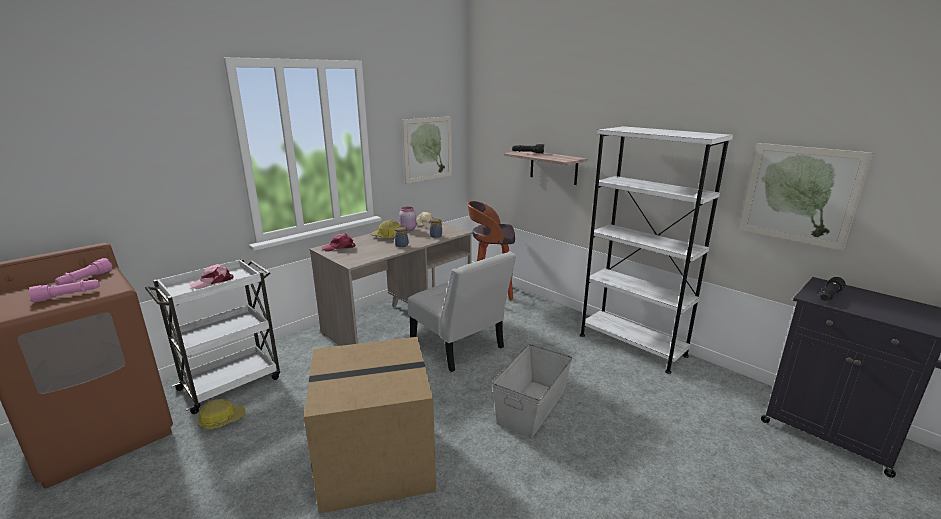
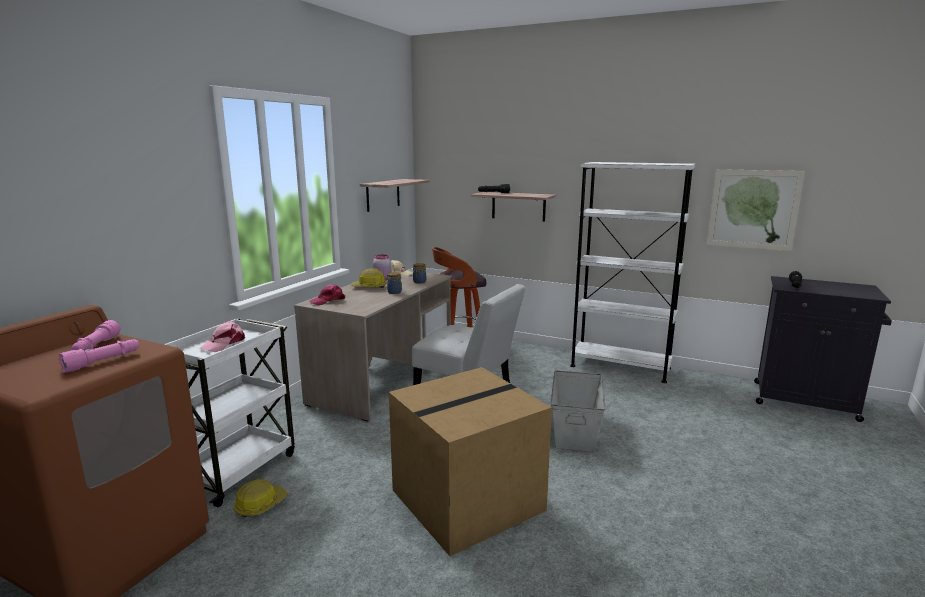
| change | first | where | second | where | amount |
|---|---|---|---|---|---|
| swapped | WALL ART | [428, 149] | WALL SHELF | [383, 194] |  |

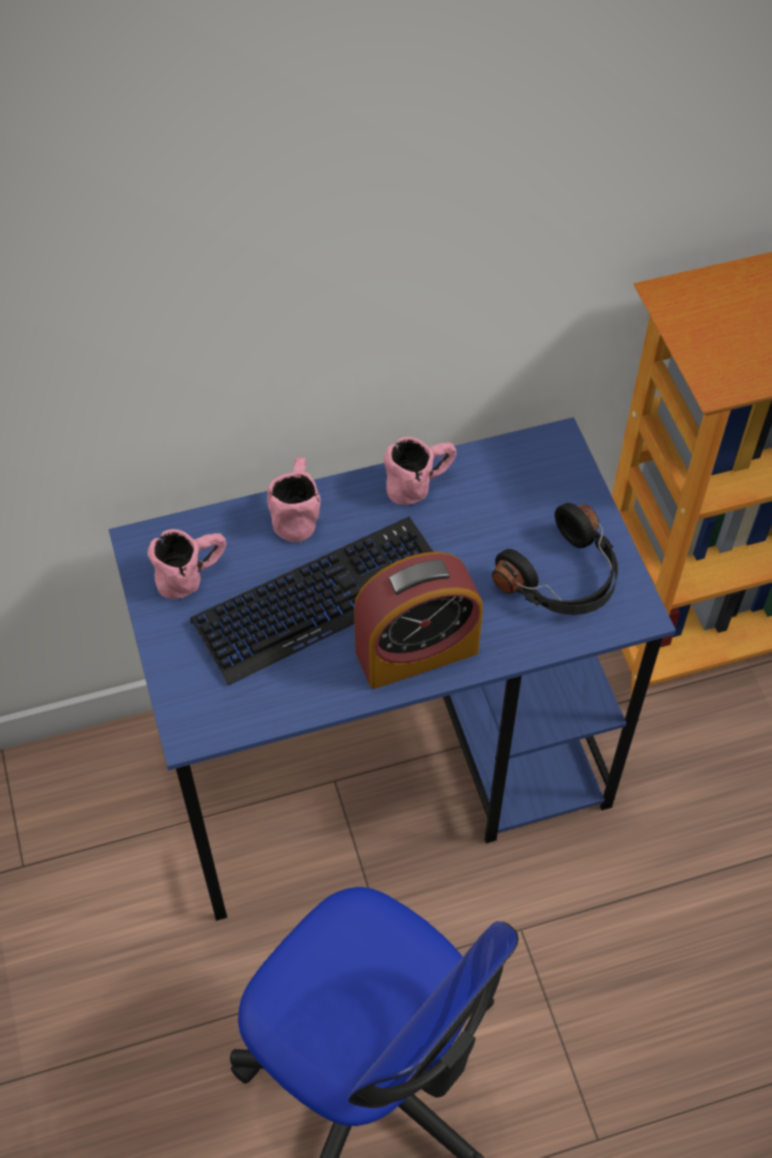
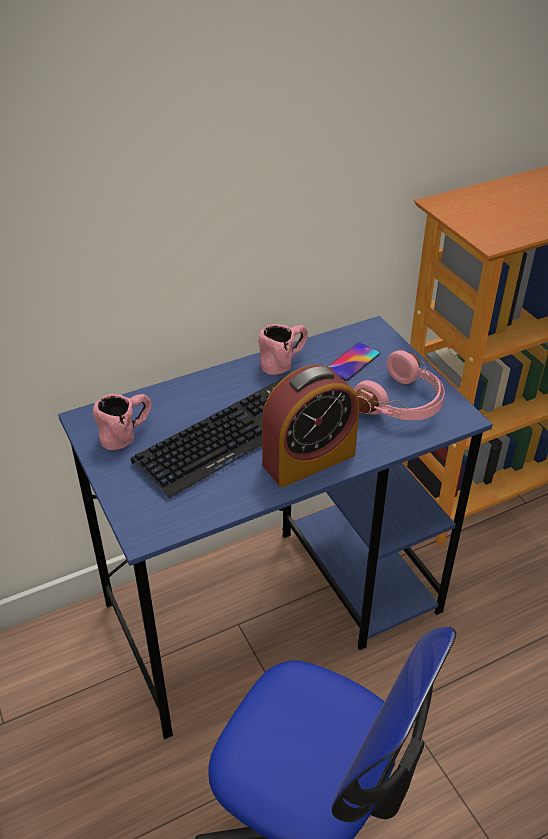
| change | first | where | second | where | amount |
|---|---|---|---|---|---|
| gone | PINK TEA MUG | [296, 511] |  |  |  |
| repainted | BLACKISH PAIR OF HEADPHONES | [563, 579] | PINK PAIR OF HEADPHONES | [402, 404] |  |
| new |  |  | TELEPHONE | [352, 362] |  |

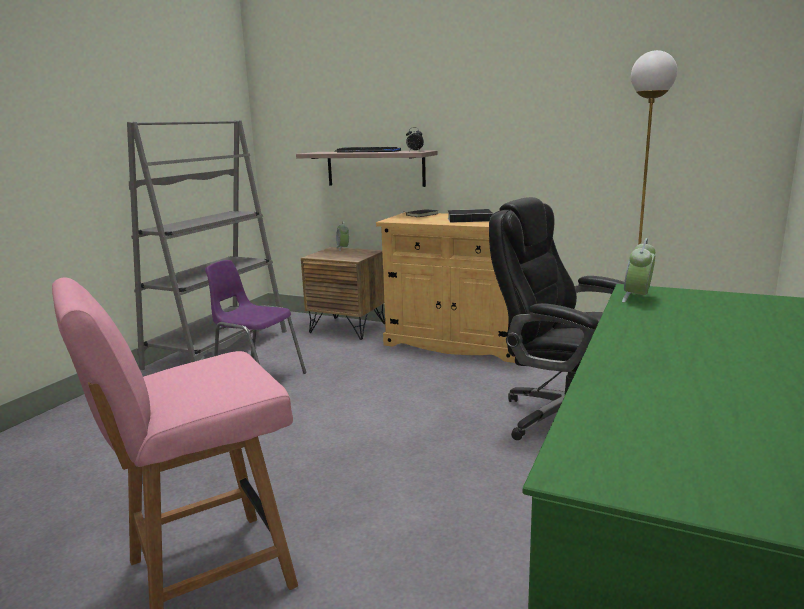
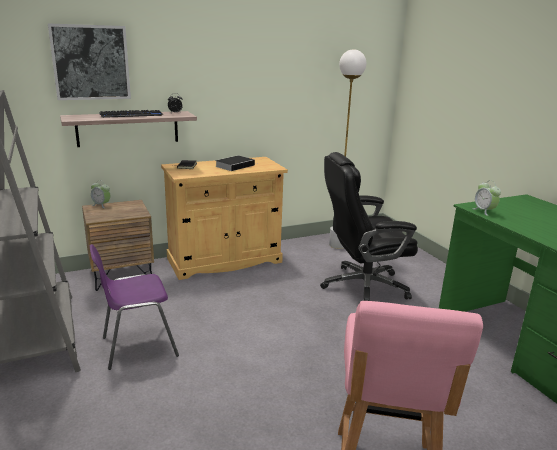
| change | first | where | second | where | amount |
|---|---|---|---|---|---|
| new |  |  | WALL ART | [91, 62] |  |

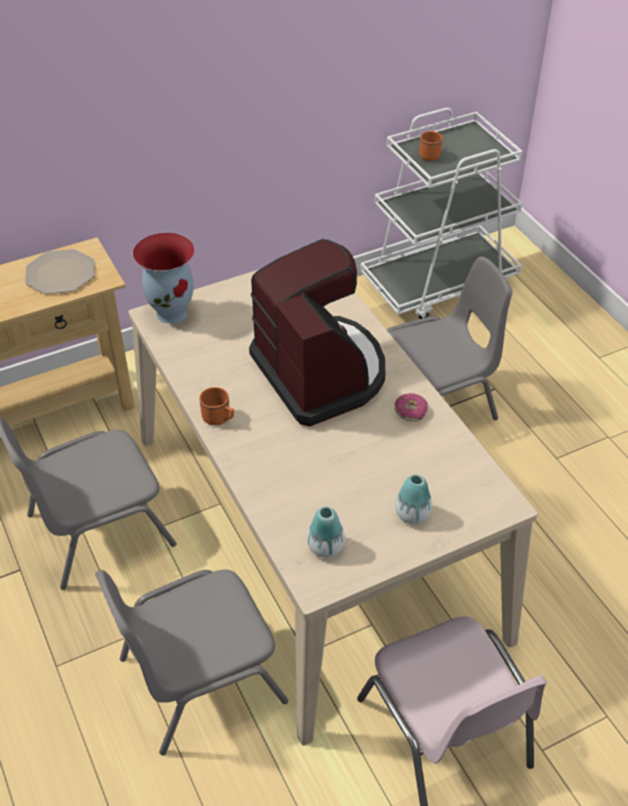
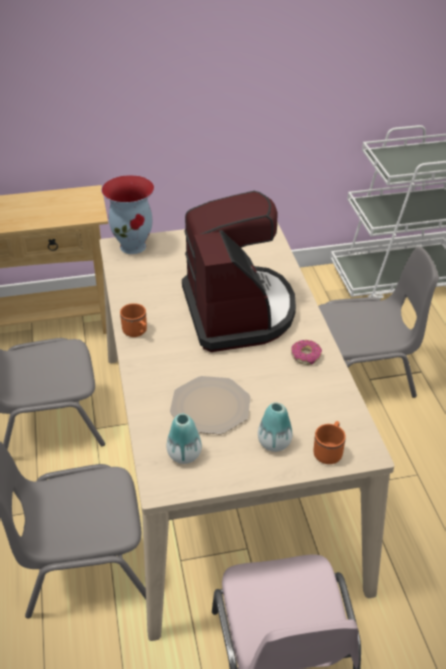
| change | first | where | second | where | amount |
|---|---|---|---|---|---|
| shifted | ORANGE-COLOURED TEA MUG | [430, 154] |  | [329, 451] |  |
| shifted | PLATE | [61, 273] |  | [211, 406] |  |

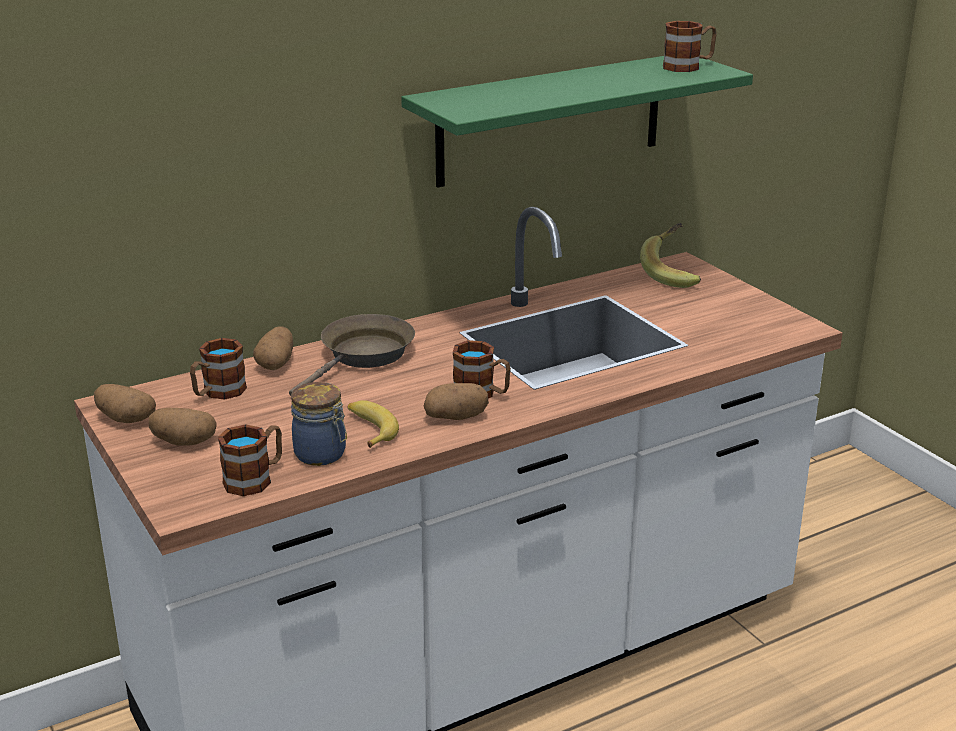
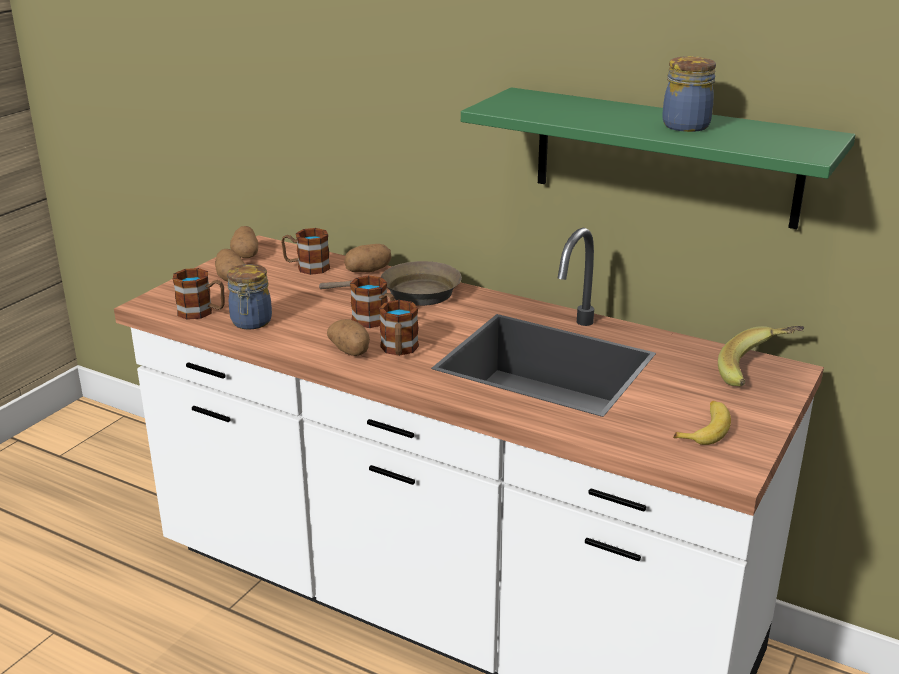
| change | first | where | second | where | amount |
|---|---|---|---|---|---|
| shifted | TEA MUG | [688, 66] |  | [375, 322] |  |
| shifted | BANANA FRUIT | [369, 429] |  | [704, 429] |  |
| new |  |  | STORAGE JAR | [684, 125] |  |

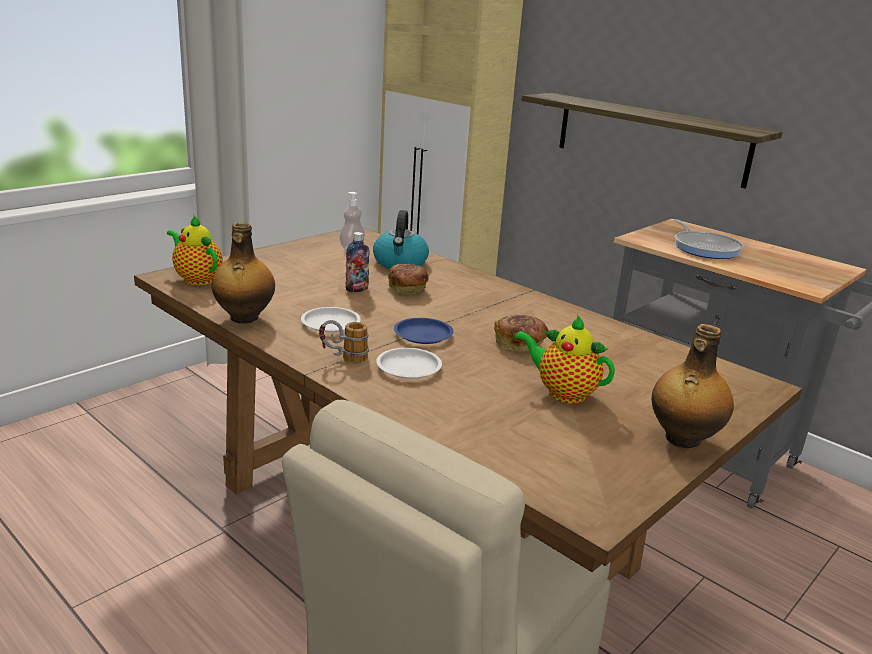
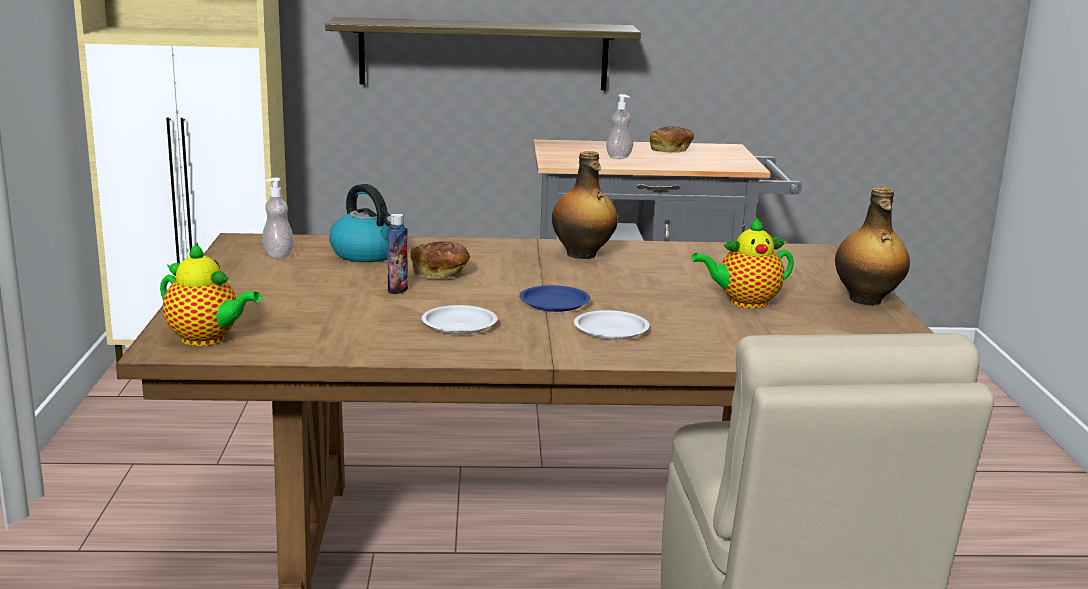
| change | first | where | second | where | amount |
|---|---|---|---|---|---|
| rotated | TEAPOT | [196, 279] |  | [207, 339] | 150 degrees counterclockwise |
| swapped | PAN | [704, 248] | LIQUID SOAP BOTTLE | [619, 157] |  |
| shifted | BEVERAGE BOTTLE | [244, 318] |  | [582, 255] |  |
| shifted | BREAD | [520, 345] |  | [671, 150] |  |
| gone | TEA MUG | [343, 358] |  |  |  |

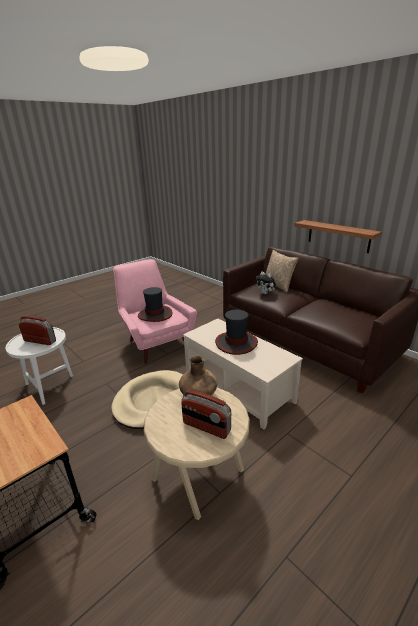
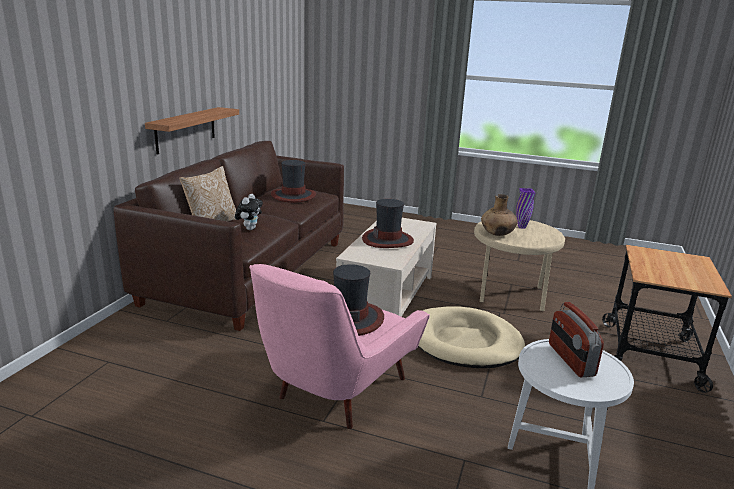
| change | first | where | second | where | amount |
|---|---|---|---|---|---|
| swapped | RADIO | [206, 427] | PURPLE-COLOURED VASE | [521, 227] |  |
| new |  |  | WEARABLE HAT | [293, 196] |  |

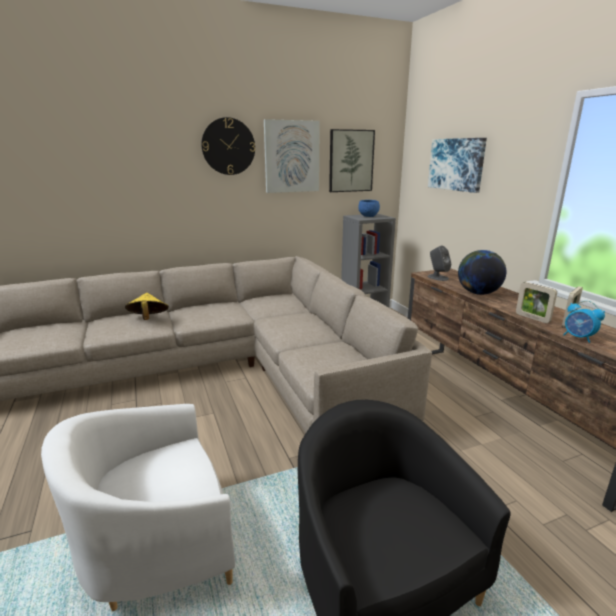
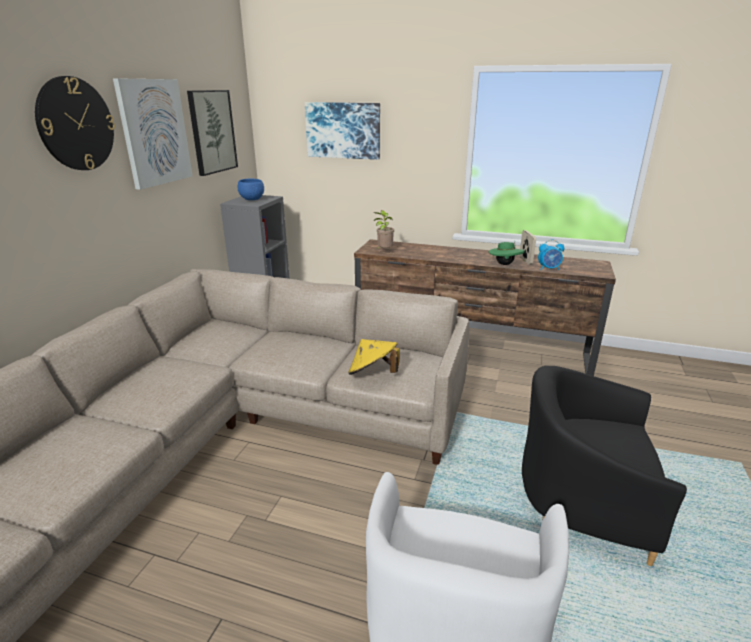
| change | first | where | second | where | amount |
|---|---|---|---|---|---|
| swapped | GRAY AUDIO SPEAKER | [437, 277] | HOUSEPLANT | [384, 251] |  |
| gone | DESK GLOBE | [478, 293] |  |  |  |
| swapped | STANDING FRAME | [532, 318] | GREEN-COLOURED WEARABLE HAT | [504, 264] |  |
| shifted | YELLOW-COLOURED WEARABLE HAT | [148, 319] |  | [373, 373] |  |

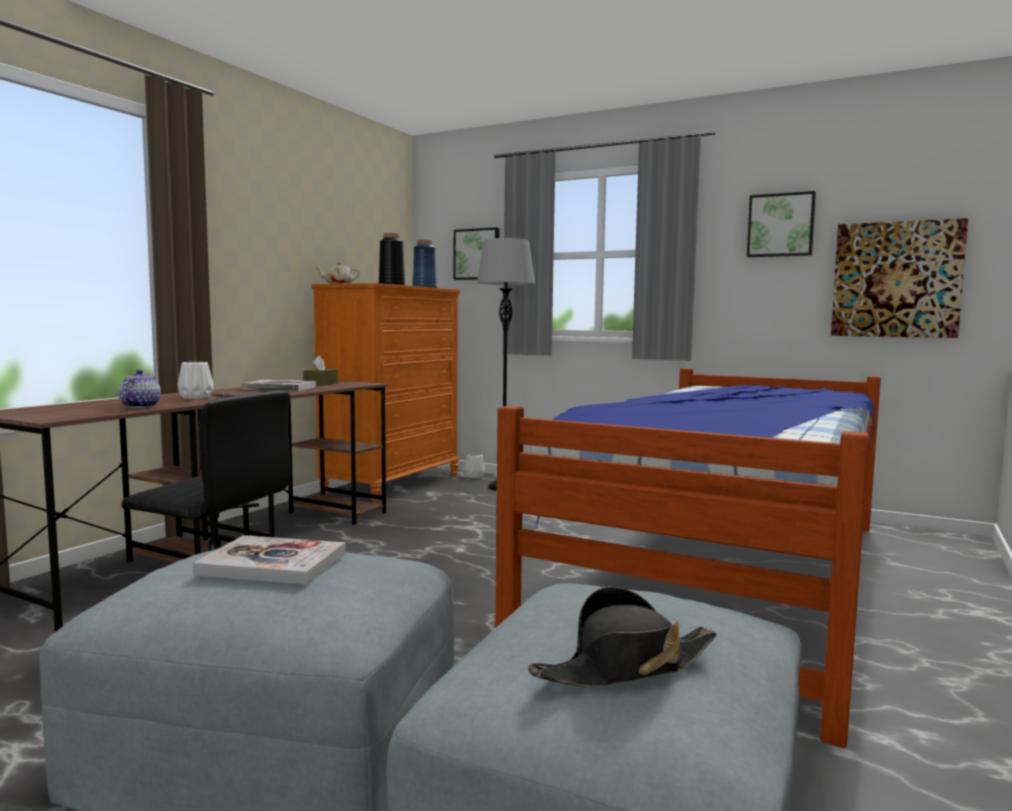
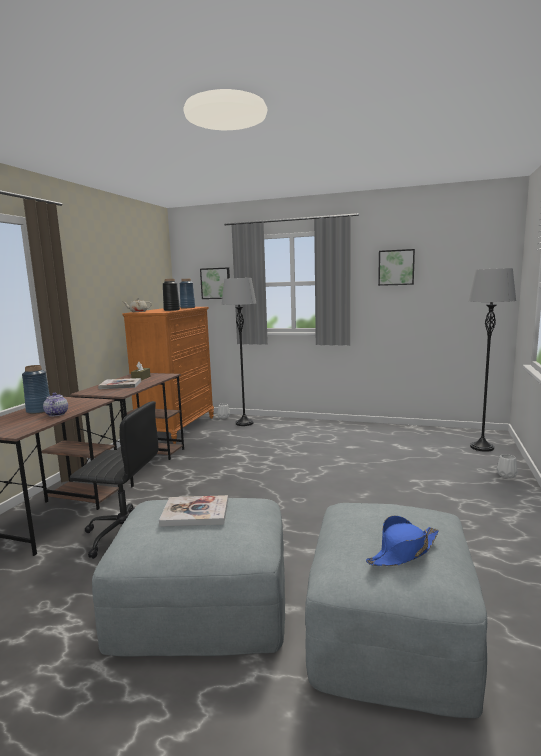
| change | first | where | second | where | amount |
|---|---|---|---|---|---|
| gone | WALL ART | [896, 280] |  |  |  |
| shifted | WHITE-COLOURED VASE | [196, 397] |  | [507, 475] |  |
| gone | BED | [724, 577] |  |  |  |
| repainted | BLACKISH WEARABLE HAT | [625, 667] | BLUISH WEARABLE HAT | [403, 552] |  |
| new |  |  | GRAY FLOOR LAMP | [482, 447] |  |
| new |  |  | BLUISH VASE | [39, 411] |  |

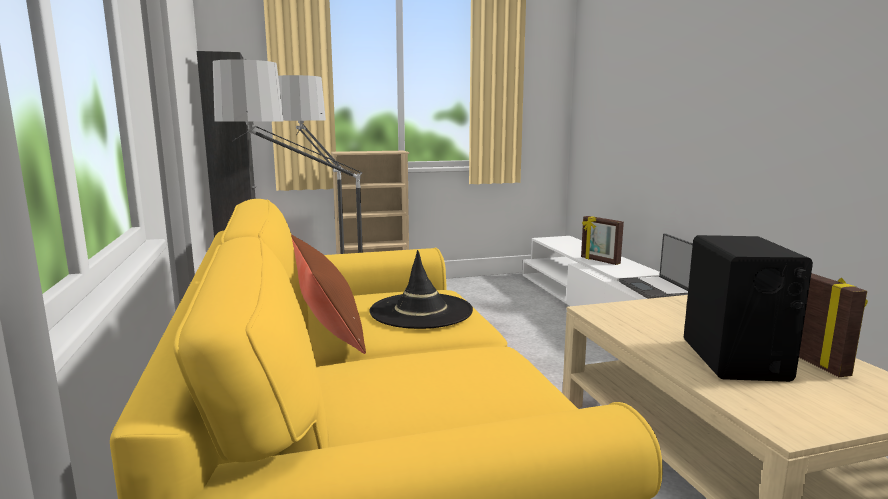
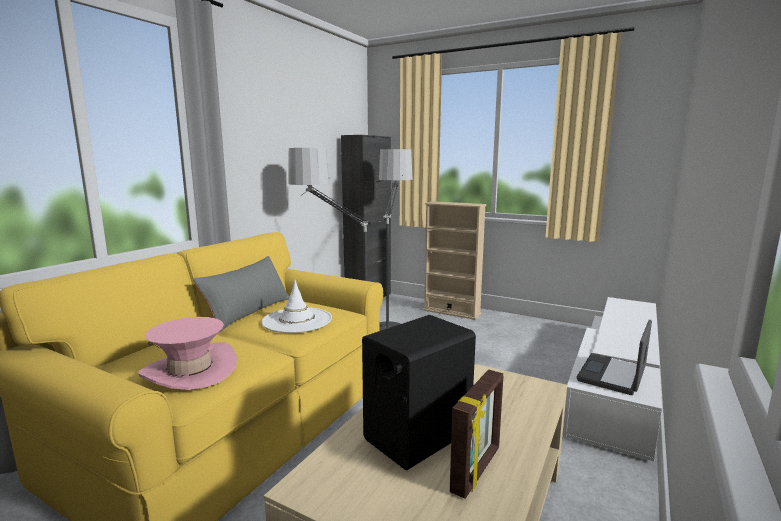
| change | first | where | second | where | amount |
|---|---|---|---|---|---|
| gone | STANDING FRAME | [599, 261] |  |  |  |
| repainted | BROWNISH CUSHION | [325, 324] | GRAY CUSHION | [248, 312] |  |
| repainted | BLACKISH WEARABLE HAT | [421, 311] | WHITE-COLOURED WEARABLE HAT | [297, 320] |  |
| new |  |  | PINK WEARABLE HAT | [190, 370] |  |

